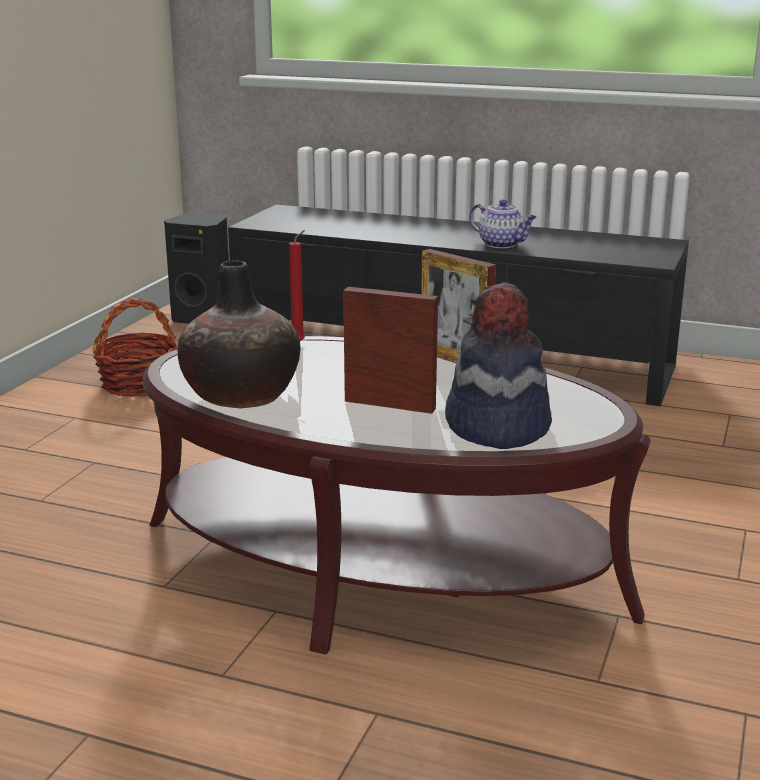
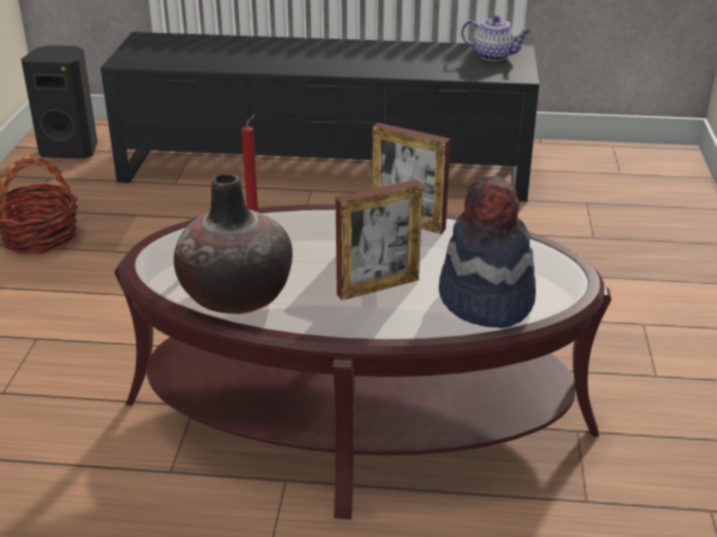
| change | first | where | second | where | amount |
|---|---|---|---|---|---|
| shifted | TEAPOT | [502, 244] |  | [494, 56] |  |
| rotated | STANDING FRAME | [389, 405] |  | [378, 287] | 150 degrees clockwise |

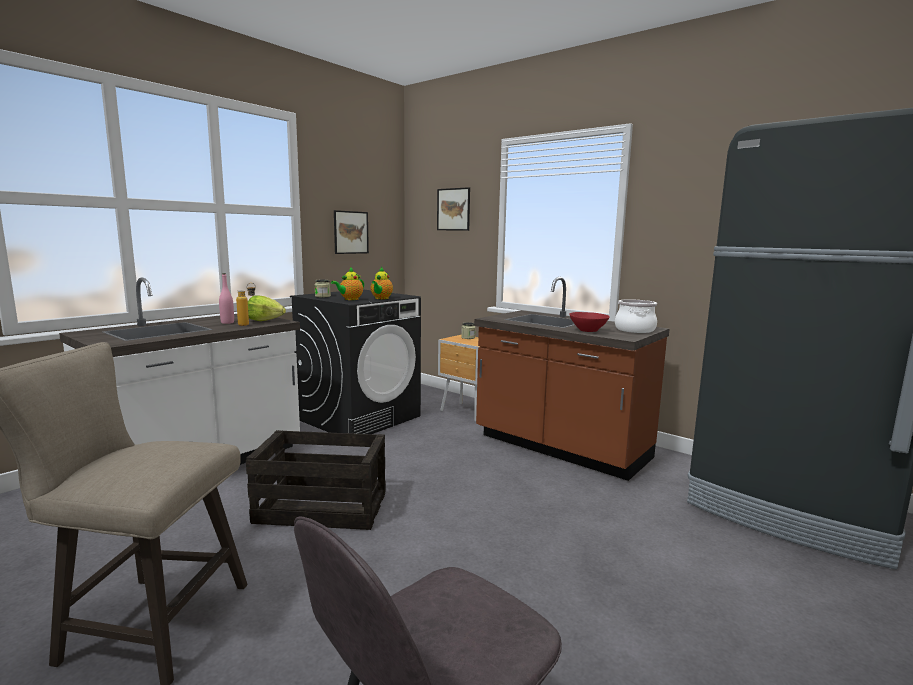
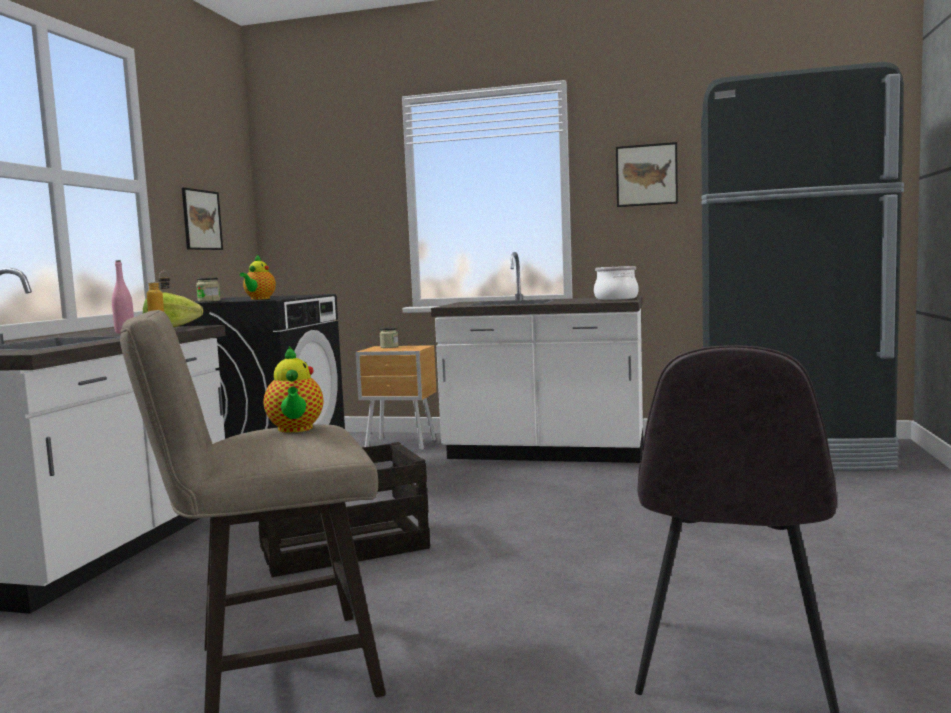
| change | first | where | second | where | amount |
|---|---|---|---|---|---|
| shifted | WALL ART | [453, 209] |  | [646, 175] |  |
| shifted | TEAPOT | [381, 298] |  | [295, 429] |  |
| repainted | BROWNISH COUNTER | [560, 448] | WHITE-COLOURED COUNTER | [545, 453] |  |
| gone | RED DEEP DISH | [588, 331] |  |  |  |

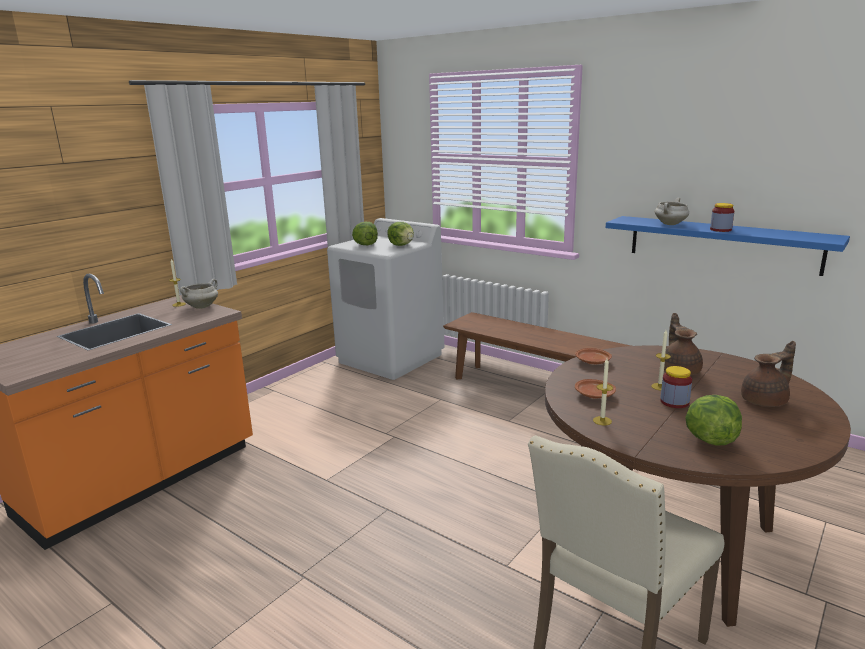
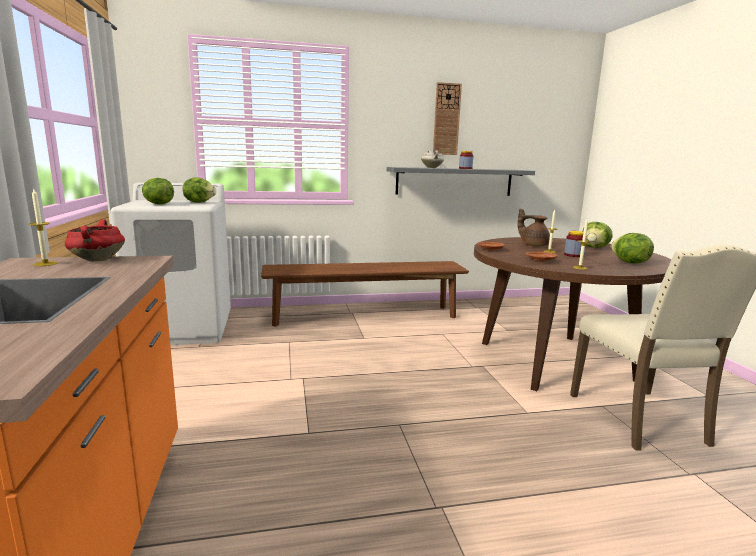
| change | first | where | second | where | amount |
|---|---|---|---|---|---|
| repainted | BLUISH WALL SHELF | [722, 244] | GRAY WALL SHELF | [454, 181] |  |
| repainted | WHITE-COLOURED SAUCEPOT | [202, 307] | RED SAUCEPOT | [97, 260] |  |
| swapped | BROWNISH TEAPOT | [765, 401] | HEAD OF LETTUCE | [594, 247] |  |
| new |  |  | HANGING CLOCK | [446, 119] |  |

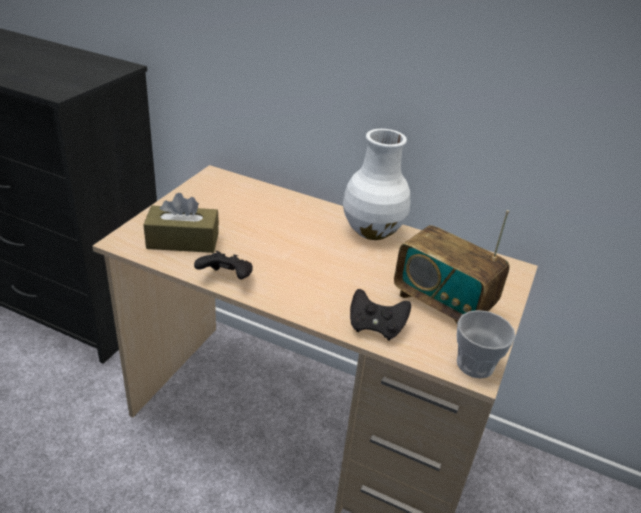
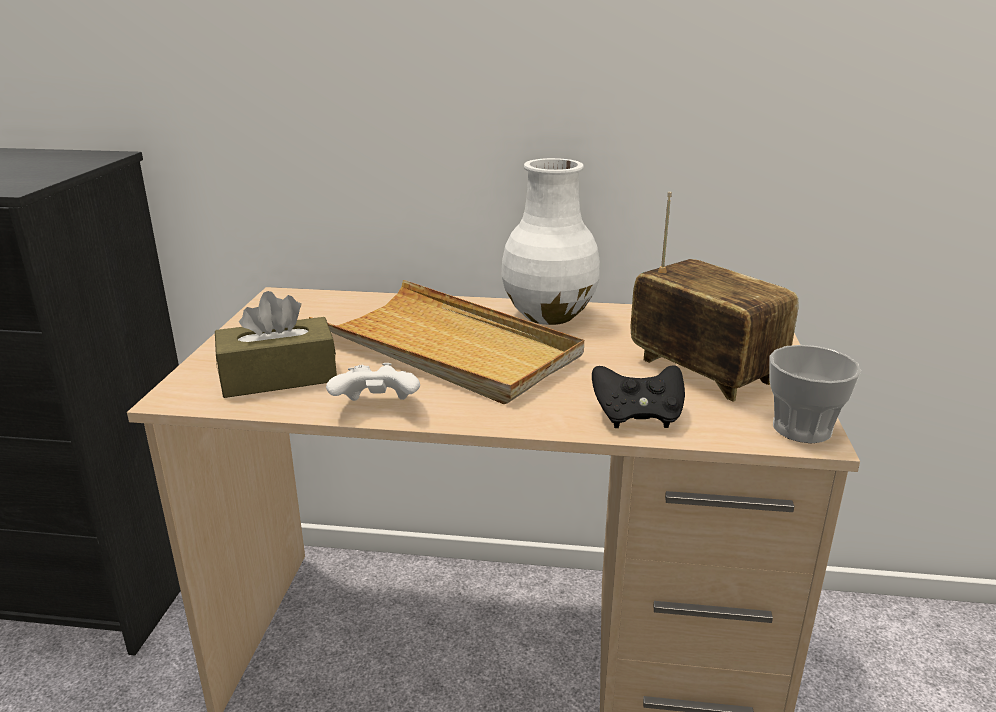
| change | first | where | second | where | amount |
|---|---|---|---|---|---|
| rotated | RADIO | [442, 303] |  | [703, 372] | 150 degrees counterclockwise |
| repainted | BLACKISH GAME CONTROLLER | [226, 279] | WHITE-COLOURED GAME CONTROLLER | [377, 408] |  |
| new |  |  | BEIGE-COLOURED SERVING TRAY | [447, 347] |  |

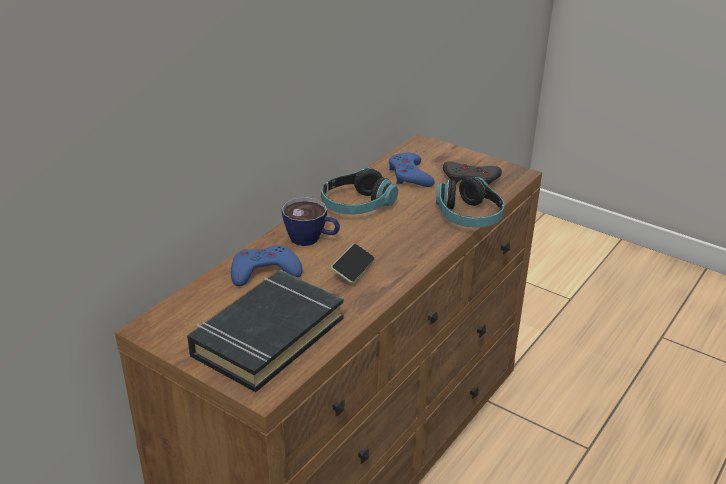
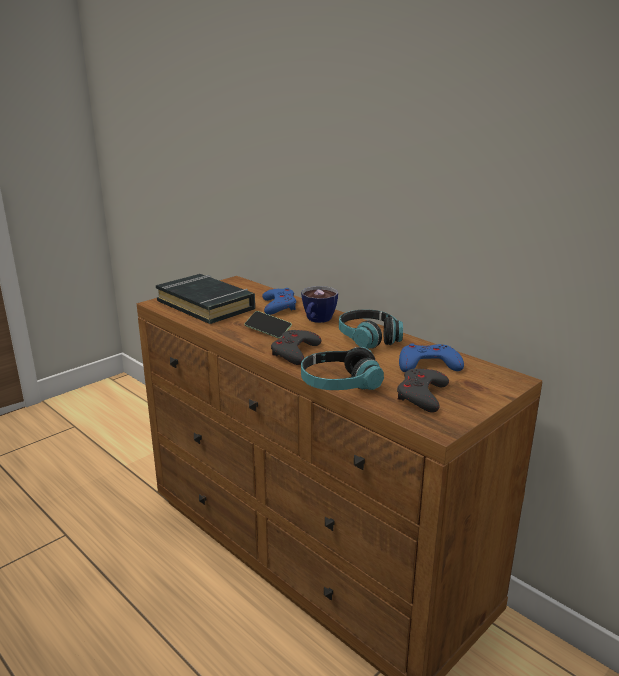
| change | first | where | second | where | amount |
|---|---|---|---|---|---|
| new |  |  | GRAY GAME CONTROLLER | [295, 352] |  |

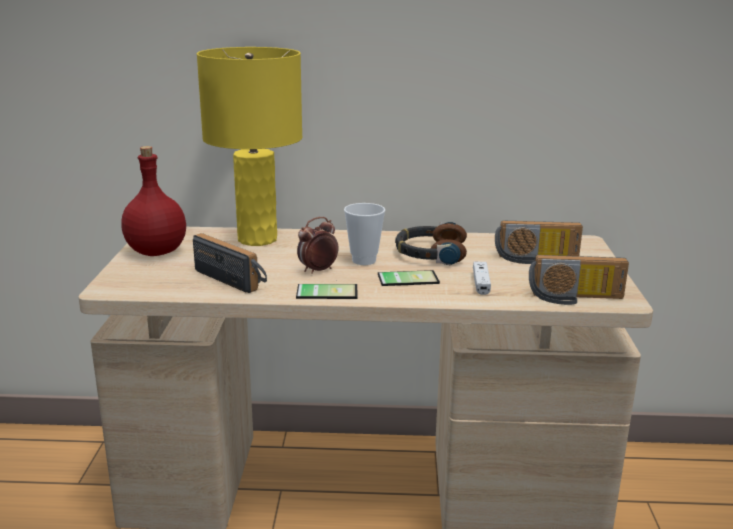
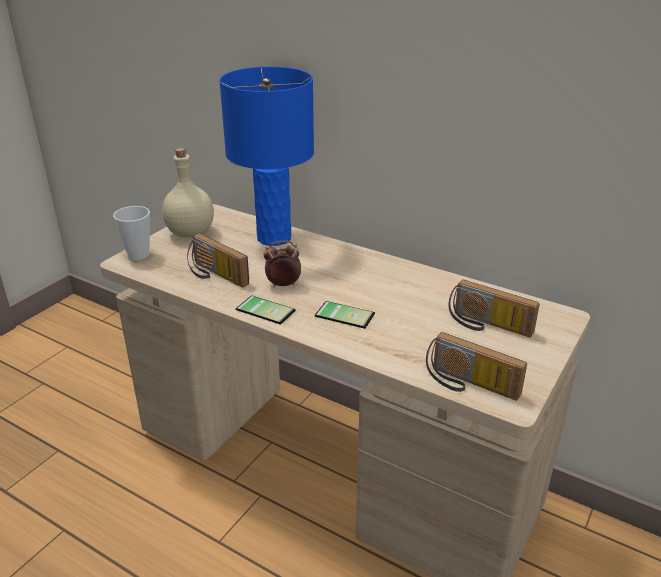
| change | first | where | second | where | amount |
|---|---|---|---|---|---|
| repainted | YELLOW-COLOURED TABLETOP LAMP | [258, 239] | BLUISH TABLETOP LAMP | [274, 238] |  |
| repainted | RED BEVERAGE BOTTLE | [155, 252] | BEIGE-COLOURED BEVERAGE BOTTLE | [189, 233] |  |
| shifted | DRINKING CUP | [364, 260] |  | [138, 255] |  |
| gone | PAIR OF HEADPHONES | [430, 253] |  |  |  |
| rotated | RADIO | [234, 278] |  | [214, 275] | 150 degrees clockwise |
| gone | WHITE-COLOURED GAME CONTROLLER | [481, 283] |  |  |  |

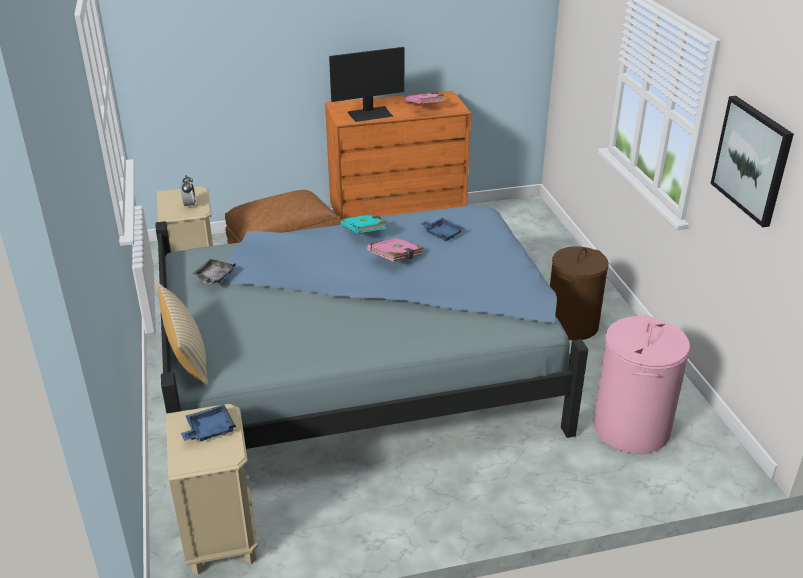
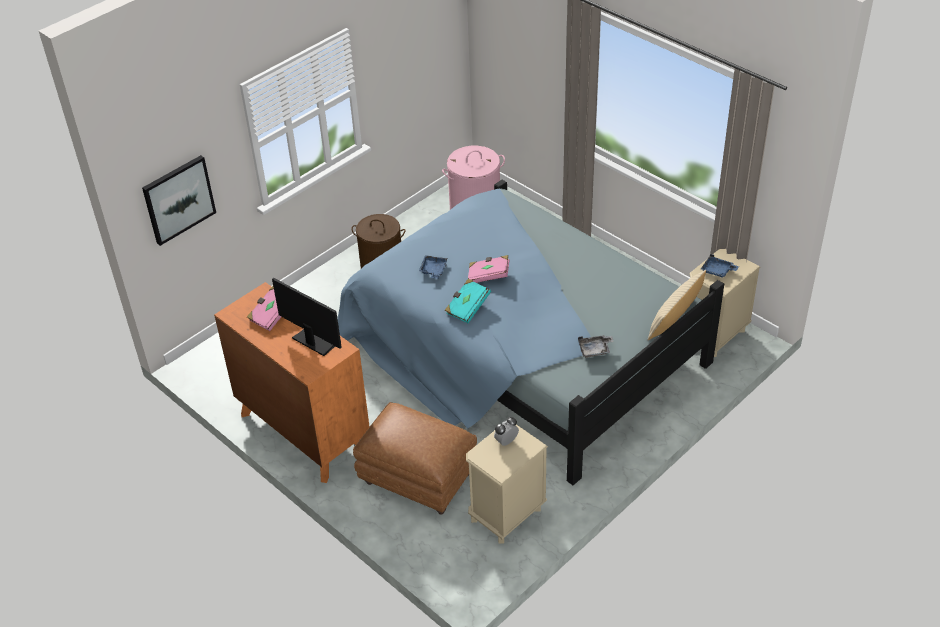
| change | first | where | second | where | amount |
|---|---|---|---|---|---|
| shifted | WALL ART | [752, 160] |  | [178, 199] |  |

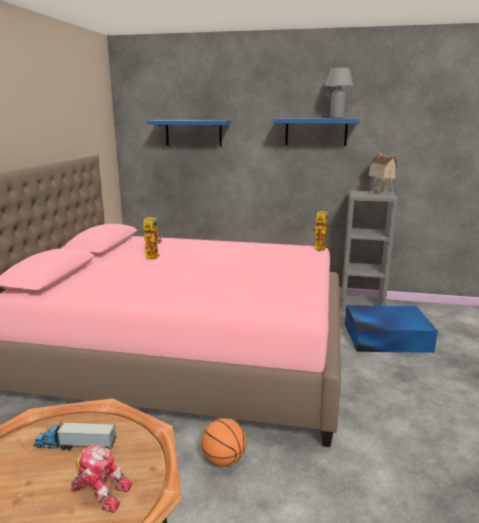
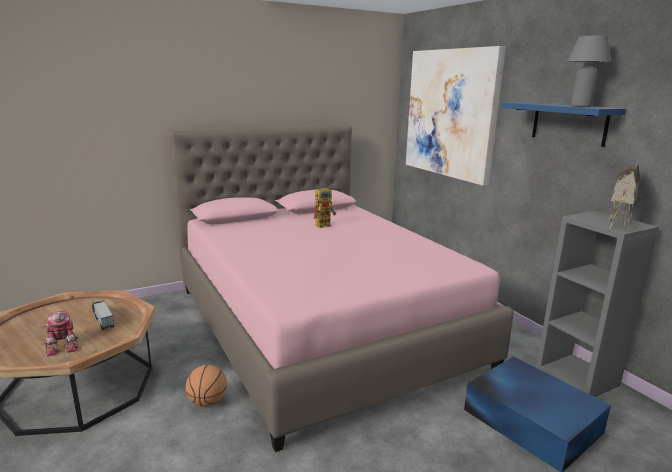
| change | first | where | second | where | amount |
|---|---|---|---|---|---|
| swapped | BLUISH WALL SHELF | [193, 133] | WALL ART | [451, 113] |  |
| gone | MODEL ROBOT | [319, 247] |  |  |  |

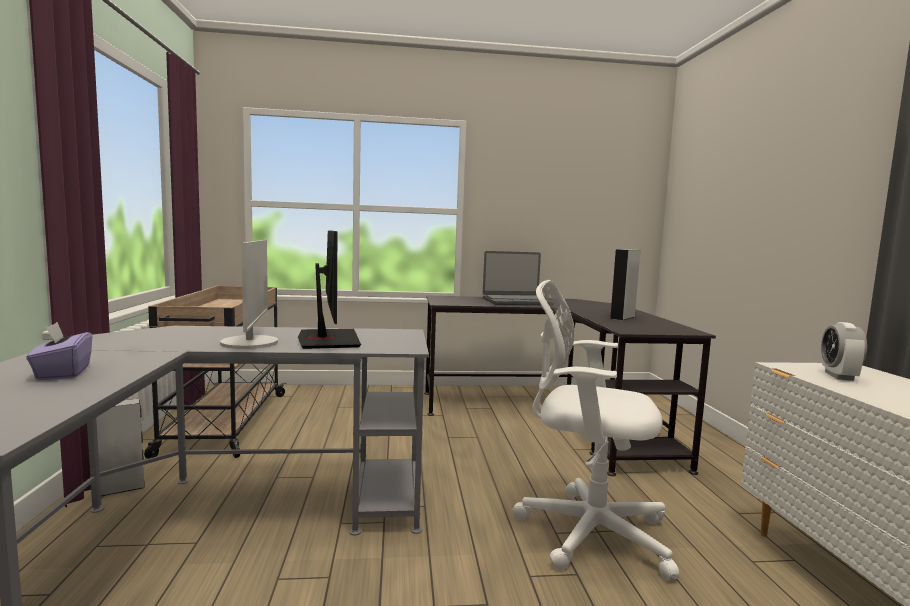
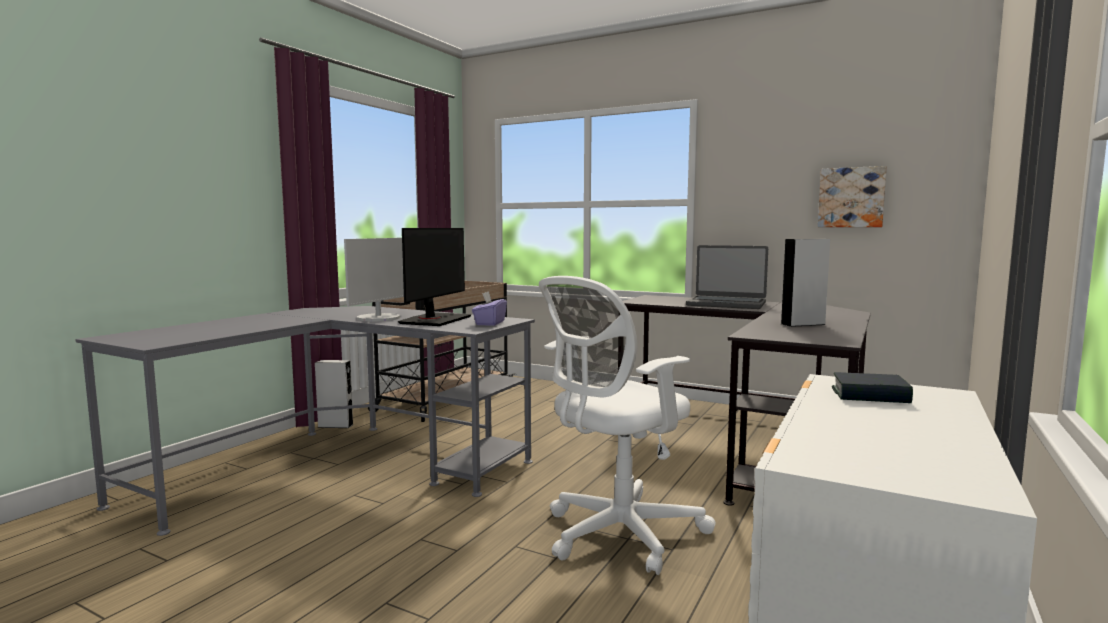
| change | first | where | second | where | amount |
|---|---|---|---|---|---|
| rotated | WHITE-COLOURED OFFICE CHAIR | [586, 531] |  | [617, 535] | 90 degrees counterclockwise |
| shifted | PURPLE-COLOURED TISSUE HOLDER | [62, 373] |  | [489, 323] |  |
| swapped | TABLE CLOCK | [839, 376] | VOLUME | [870, 395] |  |
| new |  |  | WALL ART | [851, 197] |  |

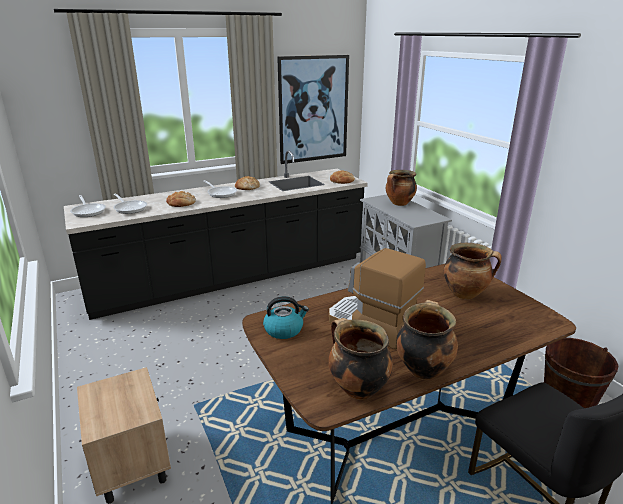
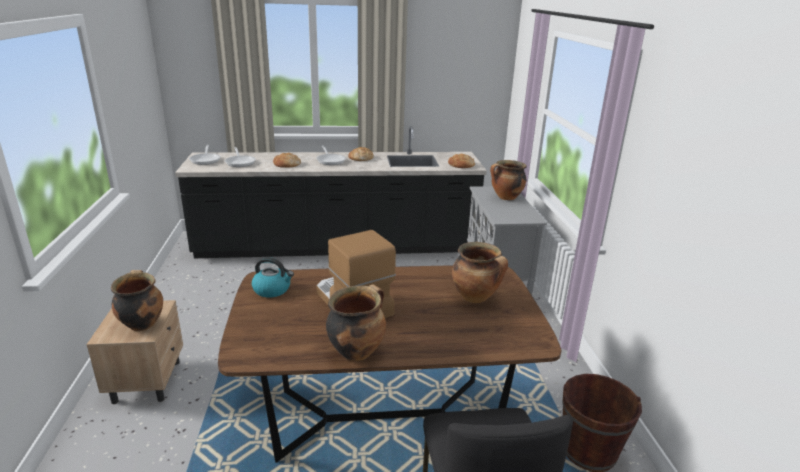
| change | first | where | second | where | amount |
|---|---|---|---|---|---|
| gone | WALL ART | [313, 109] |  |  |  |
| shifted | SAUCEPOT | [357, 388] |  | [142, 324] |  |

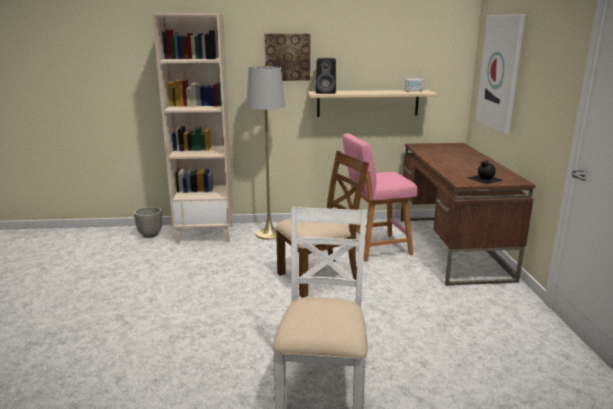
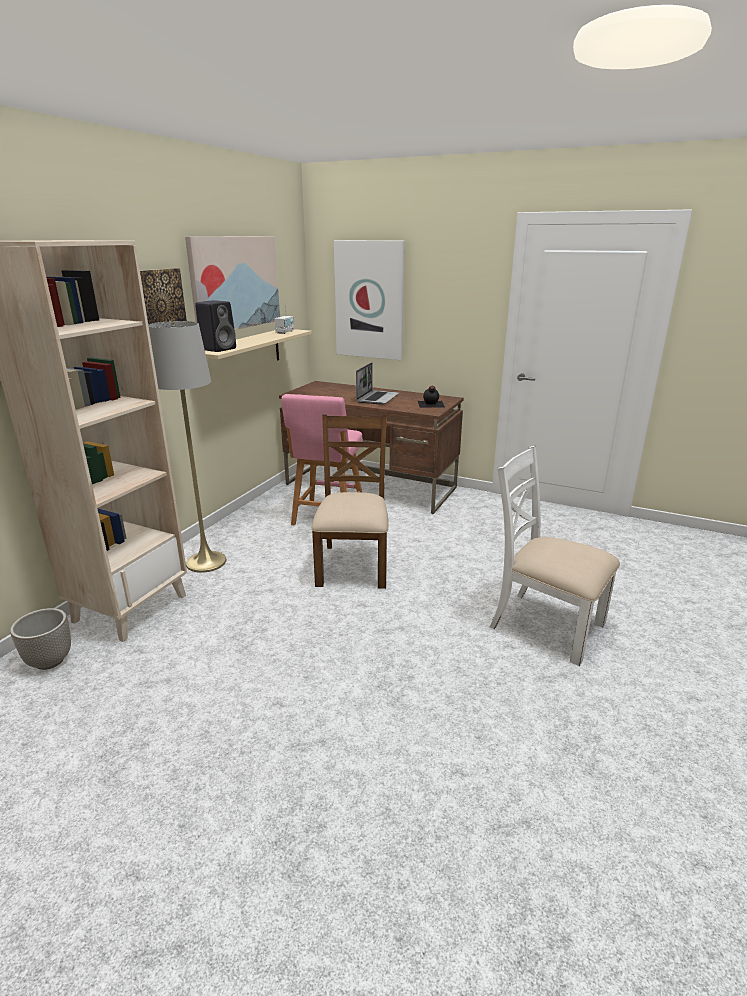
| change | first | where | second | where | amount |
|---|---|---|---|---|---|
| new |  |  | WALL ART | [235, 283] |  |
| new |  |  | PORTABLE COMPUTER | [377, 398] |  |

